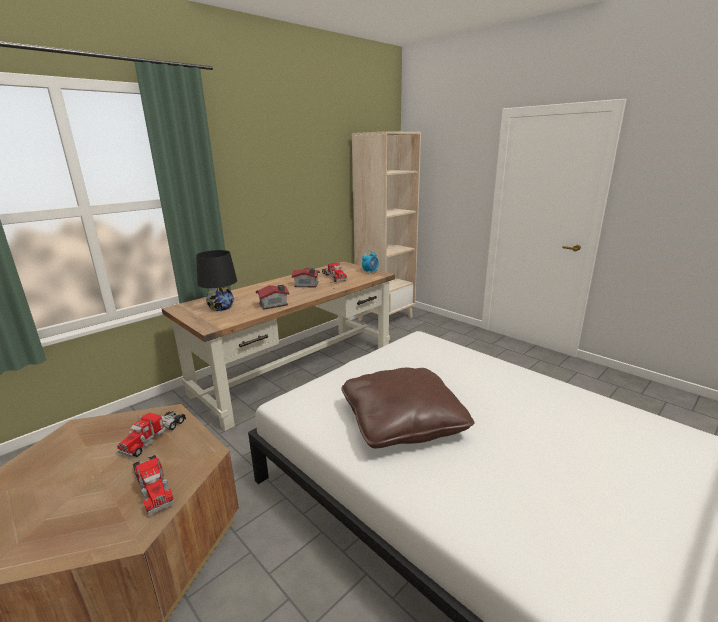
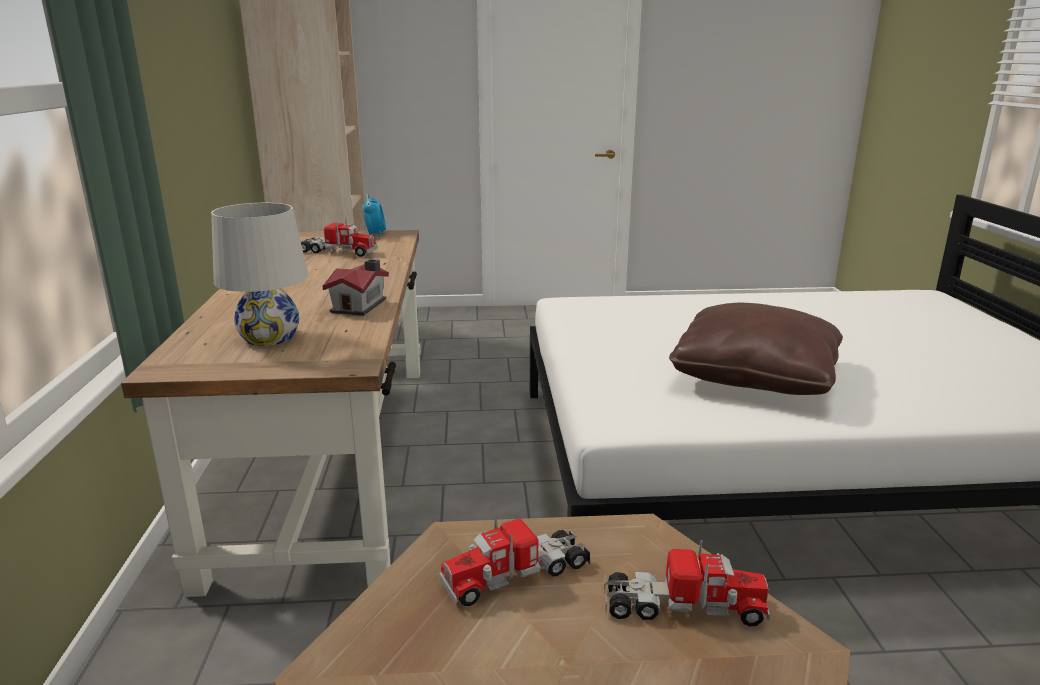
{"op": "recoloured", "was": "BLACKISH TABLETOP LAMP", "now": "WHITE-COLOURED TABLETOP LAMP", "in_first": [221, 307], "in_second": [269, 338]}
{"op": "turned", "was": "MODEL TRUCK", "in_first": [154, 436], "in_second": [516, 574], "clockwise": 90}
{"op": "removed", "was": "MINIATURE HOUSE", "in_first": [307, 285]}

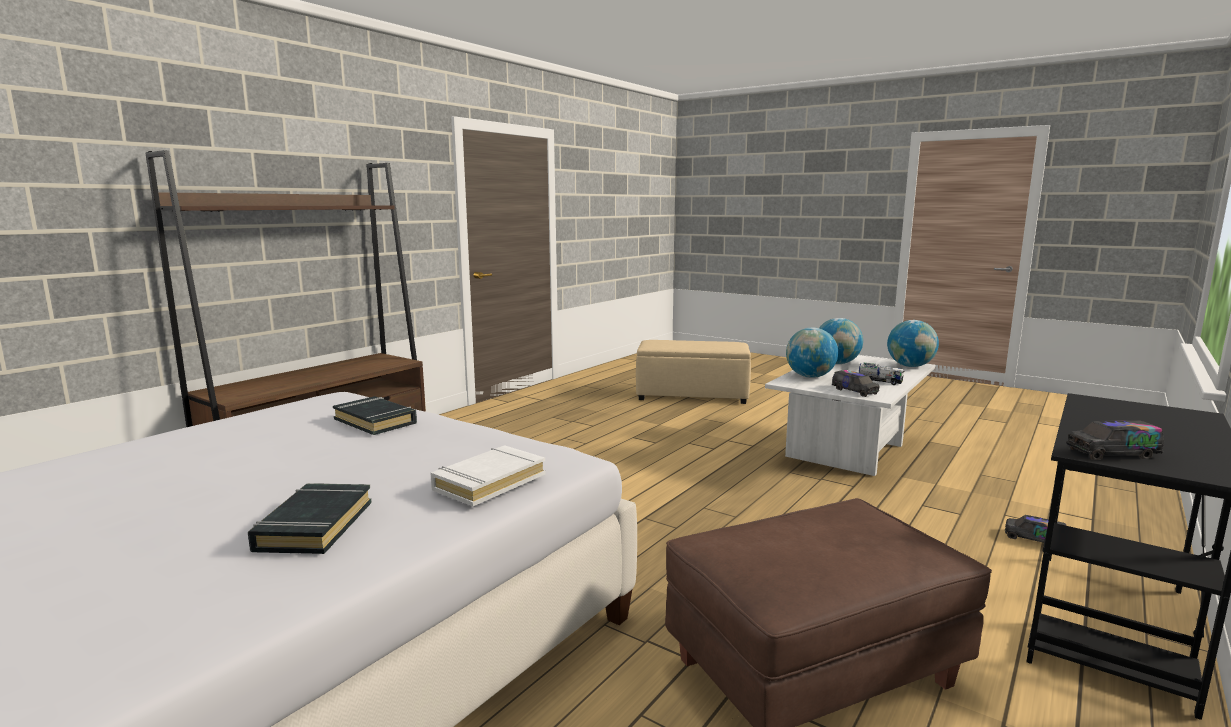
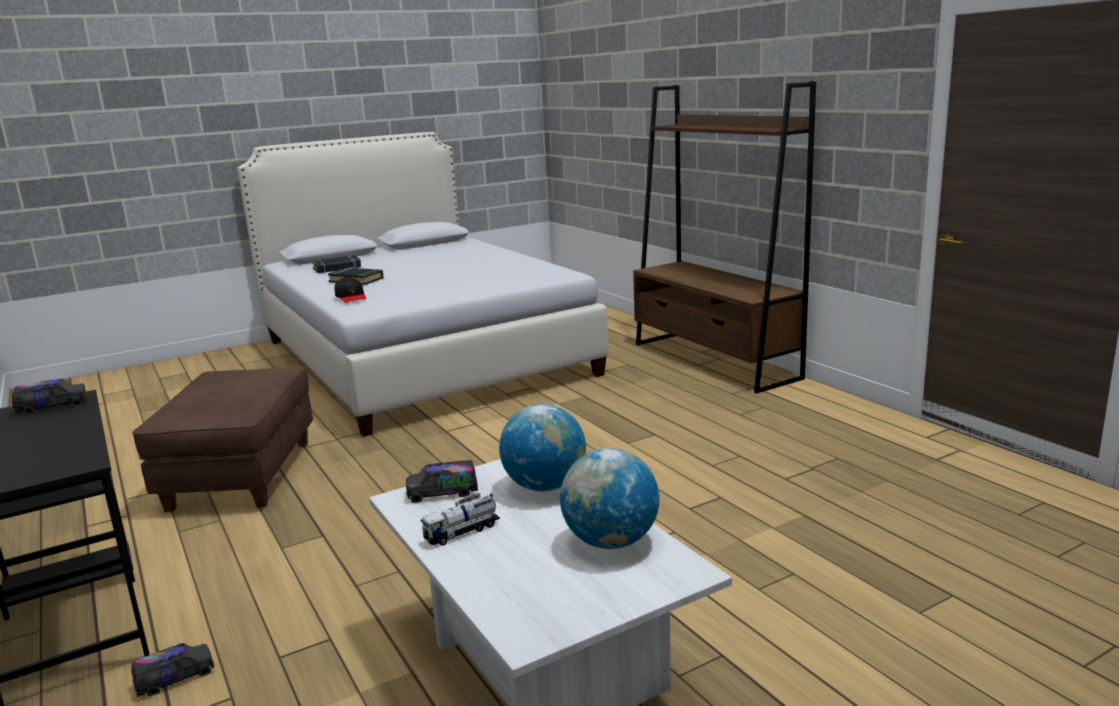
{"op": "turned", "was": "MODEL TRUCK", "in_first": [1112, 453], "in_second": [52, 406], "clockwise": 45}
{"op": "moved", "was": "BLACKISH BOOK", "in_first": [376, 421], "in_second": [337, 268]}
{"op": "replaced", "was": "WHITE-COLOURED BOOK", "now": "BLACKISH PEAKED CAP", "in_first": [489, 482], "in_second": [351, 297]}
{"op": "removed", "was": "SAND-COLOURED POUFFE", "in_first": [693, 395]}
{"op": "removed", "was": "DESK GLOBE", "in_first": [910, 366]}

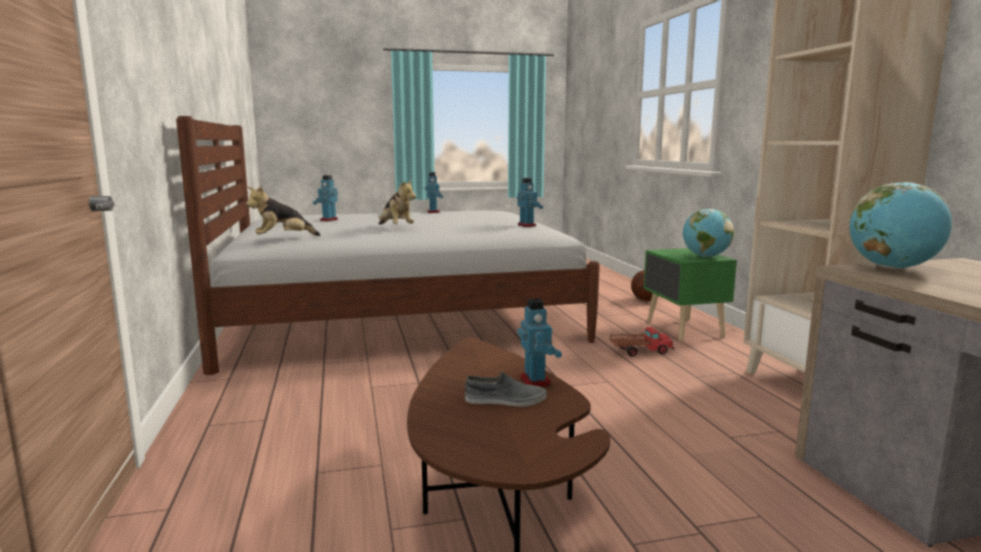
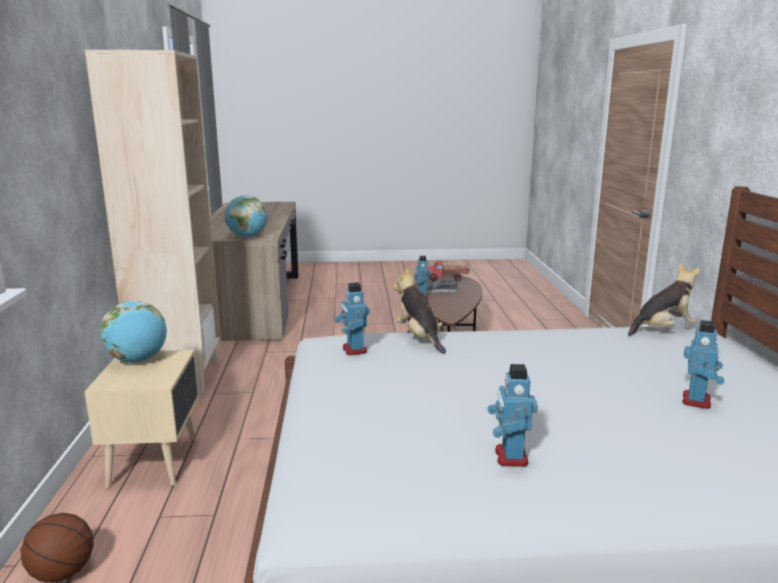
{"op": "recoloured", "was": "GREENISH NIGHTSTAND", "now": "SAND-COLOURED NIGHTSTAND", "in_first": [683, 330], "in_second": [156, 461]}
{"op": "moved", "was": "PLUSH TOY", "in_first": [396, 228], "in_second": [419, 338]}
{"op": "moved", "was": "MODEL TRUCK", "in_first": [639, 351], "in_second": [447, 278]}

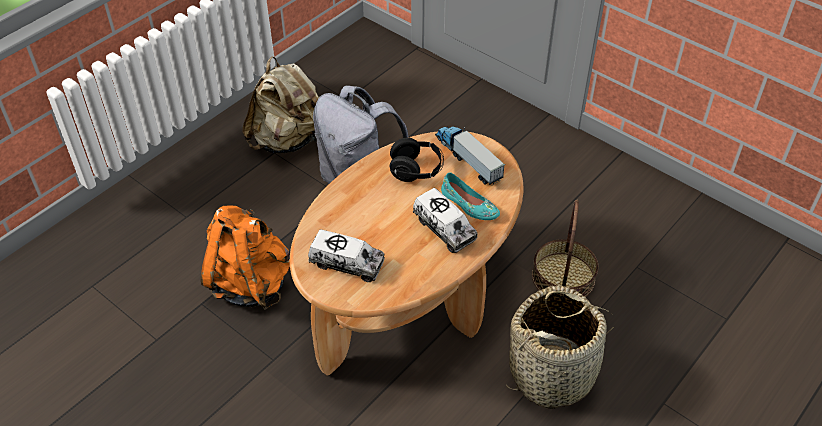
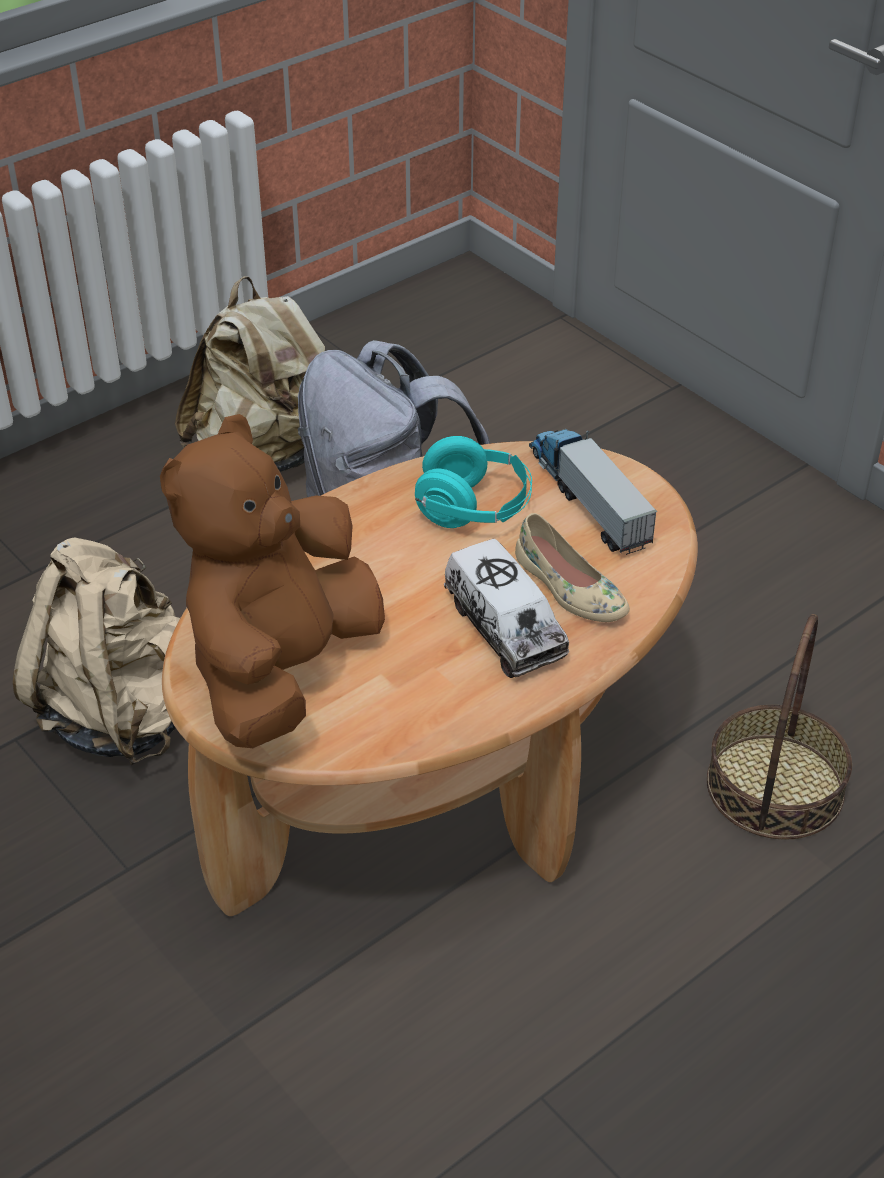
{"op": "recoloured", "was": "ORANGE BACKPACK", "now": "SAND-COLOURED BACKPACK", "in_first": [251, 283], "in_second": [122, 713]}
{"op": "replaced", "was": "MODEL TRUCK", "now": "BROWN PLUSH TOY", "in_first": [347, 263], "in_second": [281, 671]}
{"op": "recoloured", "was": "BLACKISH HEADPHONES", "now": "TURQUOISE HEADPHONES", "in_first": [416, 170], "in_second": [474, 509]}
{"op": "recoloured", "was": "TURQUOISE LOW SHOE", "now": "SAND-COLOURED LOW SHOE", "in_first": [469, 205], "in_second": [569, 588]}
{"op": "removed", "was": "BASKET", "in_first": [552, 373]}

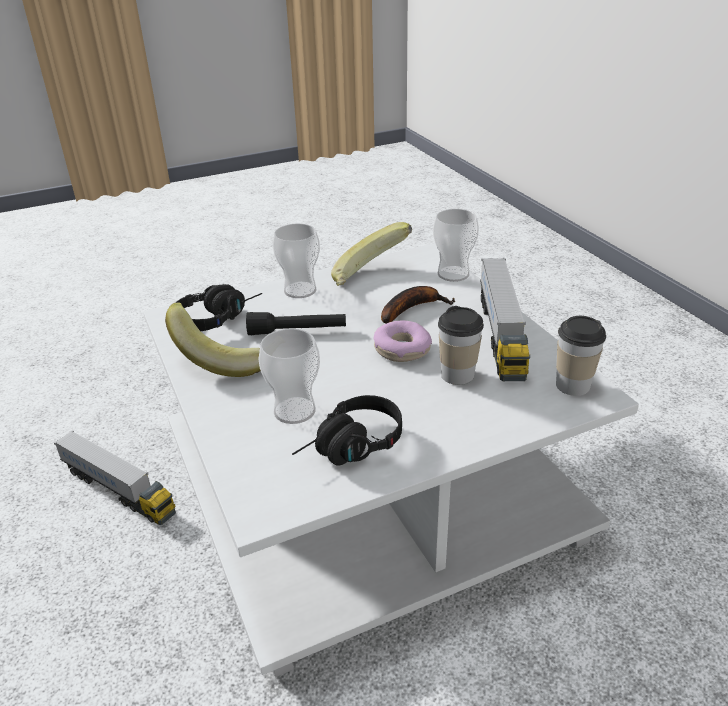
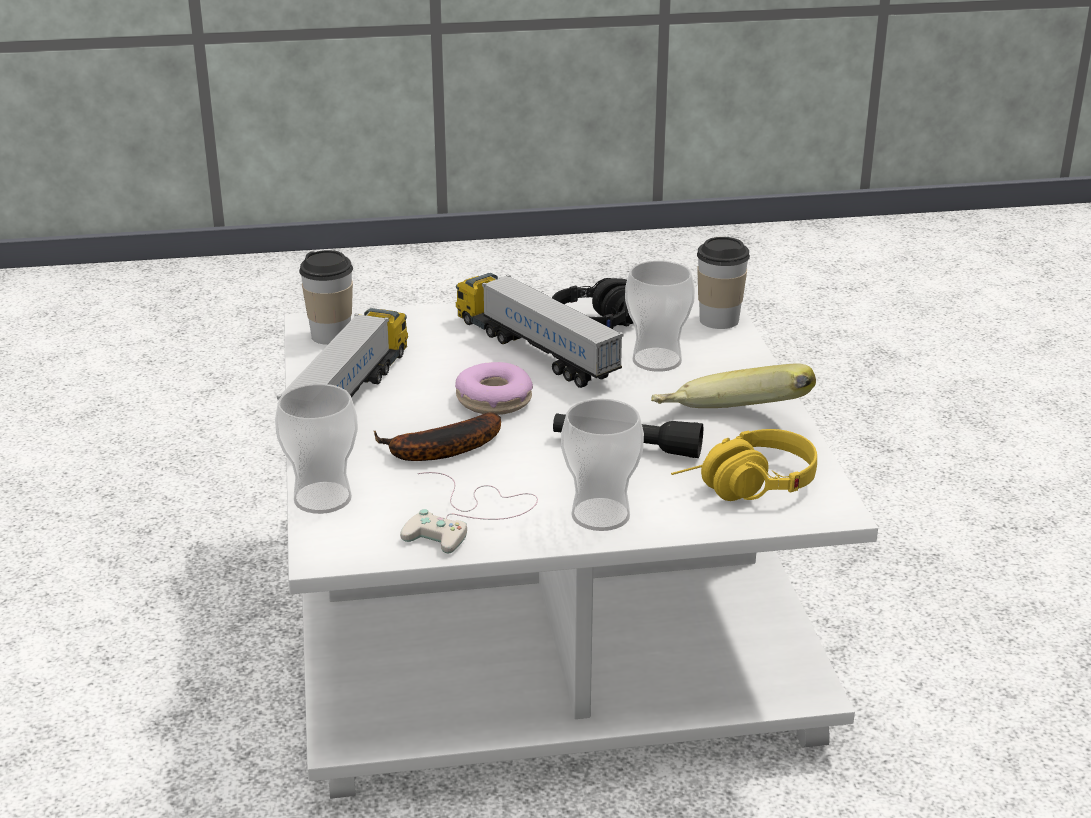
{"op": "replaced", "was": "BANANA", "now": "WHITE-COLOURED GAME CONTROLLER", "in_first": [370, 278], "in_second": [468, 516]}
{"op": "moved", "was": "MODEL TRUCK", "in_first": [118, 490], "in_second": [535, 351]}
{"op": "recoloured", "was": "BLACKISH HEADPHONES", "now": "YELLOW HEADPHONES", "in_first": [219, 318], "in_second": [745, 488]}
{"op": "moved", "was": "DRINKING CUP", "in_first": [457, 375], "in_second": [719, 320]}

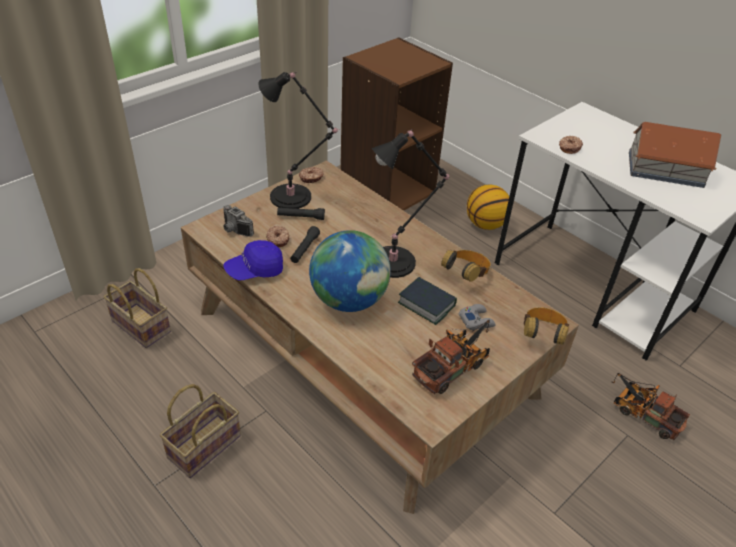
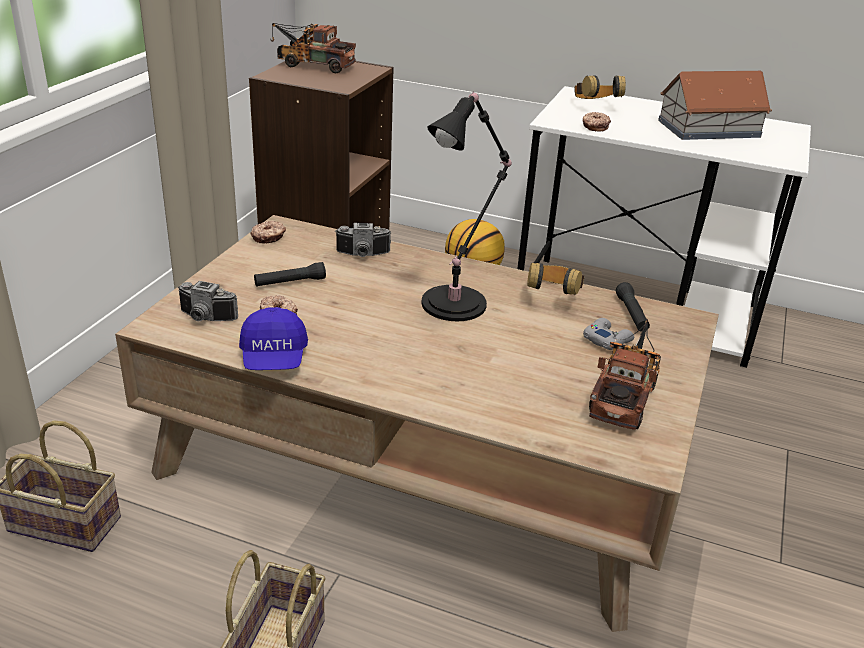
{"op": "turned", "was": "BLUE PEAKED CAP", "in_first": [255, 270], "in_second": [274, 358], "clockwise": -45}
{"op": "moved", "was": "MODEL TRUCK", "in_first": [642, 413], "in_second": [311, 65]}
{"op": "added", "now": "PHOTO CAMERA", "in_second": [362, 255]}
{"op": "moved", "was": "HEADPHONES", "in_first": [542, 335], "in_second": [595, 105]}
{"op": "moved", "was": "BLACKISH FLASHLIGHT", "in_first": [304, 249], "in_second": [631, 314]}
{"op": "removed", "was": "BLACKISH TABLETOP LAMP", "in_first": [294, 198]}
{"op": "removed", "was": "DESK GLOBE", "in_first": [349, 300]}
{"op": "removed", "was": "BOOK", "in_first": [426, 304]}

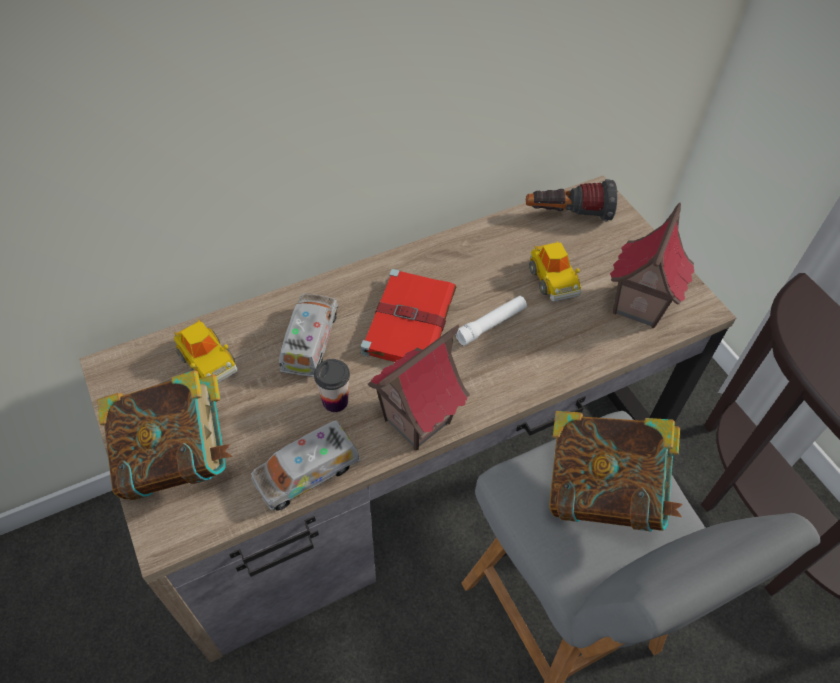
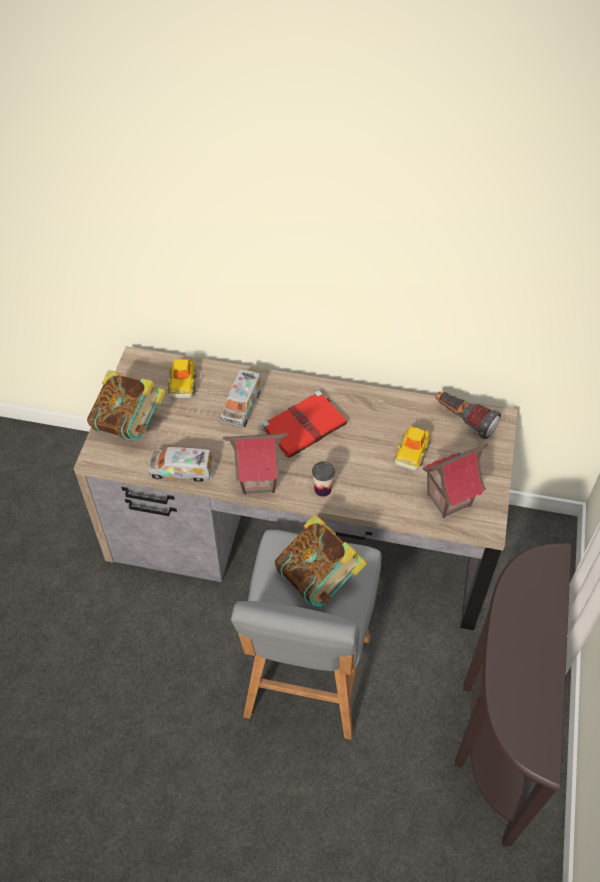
{"op": "turned", "was": "MODEL TRUCK", "in_first": [310, 341], "in_second": [242, 405], "clockwise": 150}
{"op": "moved", "was": "DRINKING CUP", "in_first": [335, 401], "in_second": [322, 489]}
{"op": "removed", "was": "WHITE-COLOURED FLASHLIGHT", "in_first": [491, 324]}

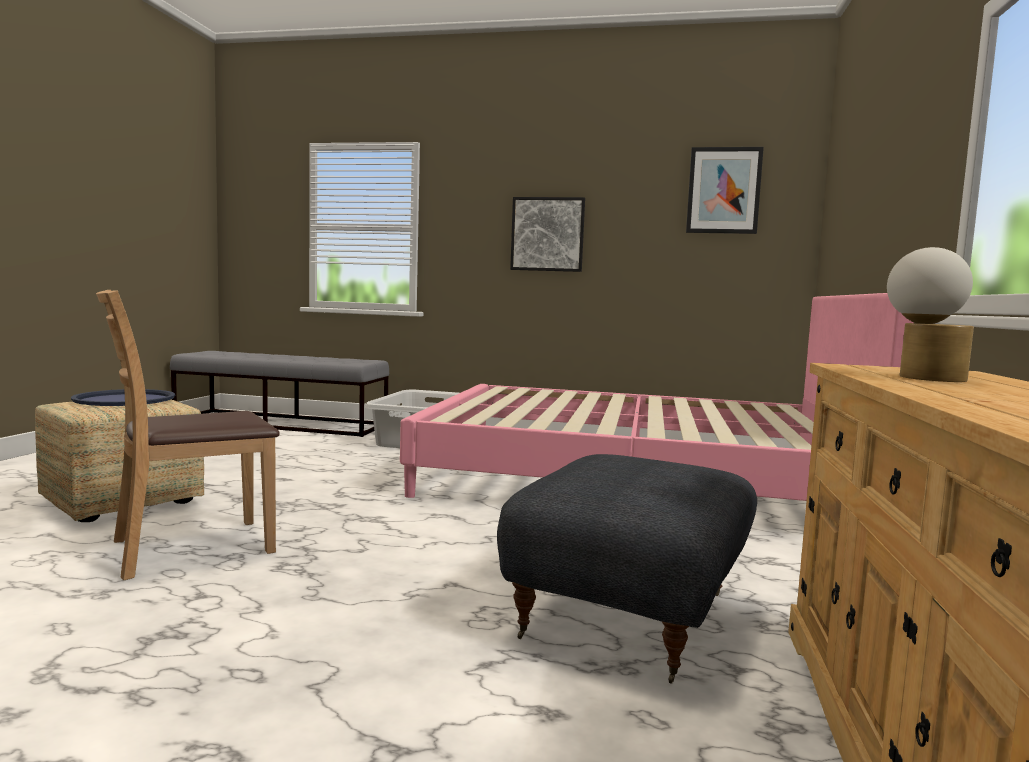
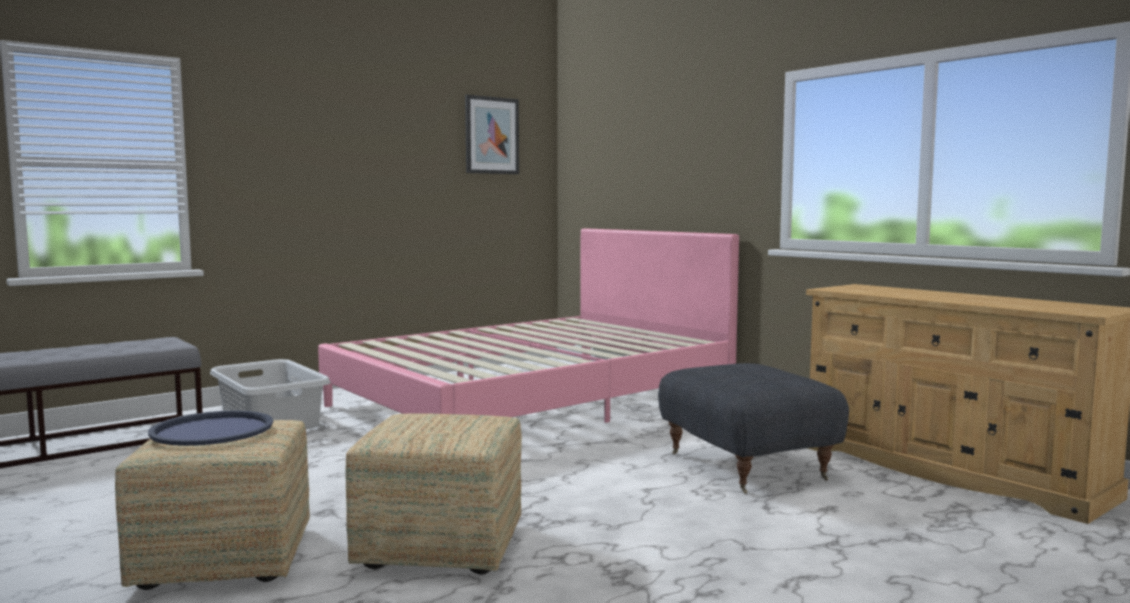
{"op": "replaced", "was": "BROWN PLAIN CHAIR", "now": "POUFFE", "in_first": [191, 547], "in_second": [438, 547]}
{"op": "removed", "was": "WALL ART", "in_first": [547, 234]}
{"op": "removed", "was": "TABLETOP LAMP", "in_first": [922, 377]}

